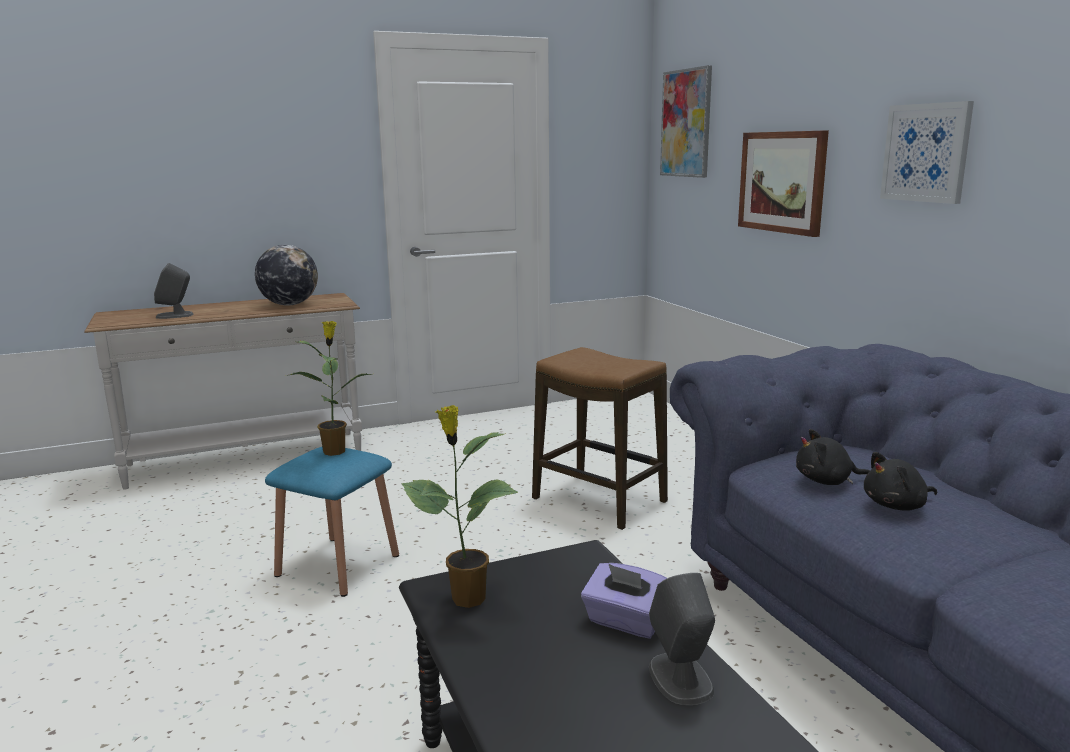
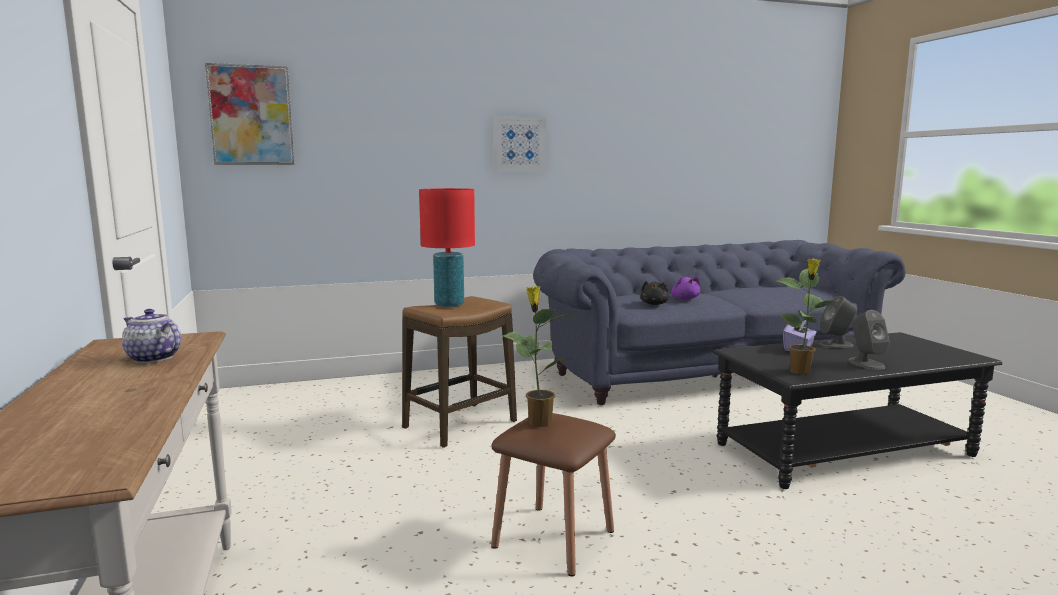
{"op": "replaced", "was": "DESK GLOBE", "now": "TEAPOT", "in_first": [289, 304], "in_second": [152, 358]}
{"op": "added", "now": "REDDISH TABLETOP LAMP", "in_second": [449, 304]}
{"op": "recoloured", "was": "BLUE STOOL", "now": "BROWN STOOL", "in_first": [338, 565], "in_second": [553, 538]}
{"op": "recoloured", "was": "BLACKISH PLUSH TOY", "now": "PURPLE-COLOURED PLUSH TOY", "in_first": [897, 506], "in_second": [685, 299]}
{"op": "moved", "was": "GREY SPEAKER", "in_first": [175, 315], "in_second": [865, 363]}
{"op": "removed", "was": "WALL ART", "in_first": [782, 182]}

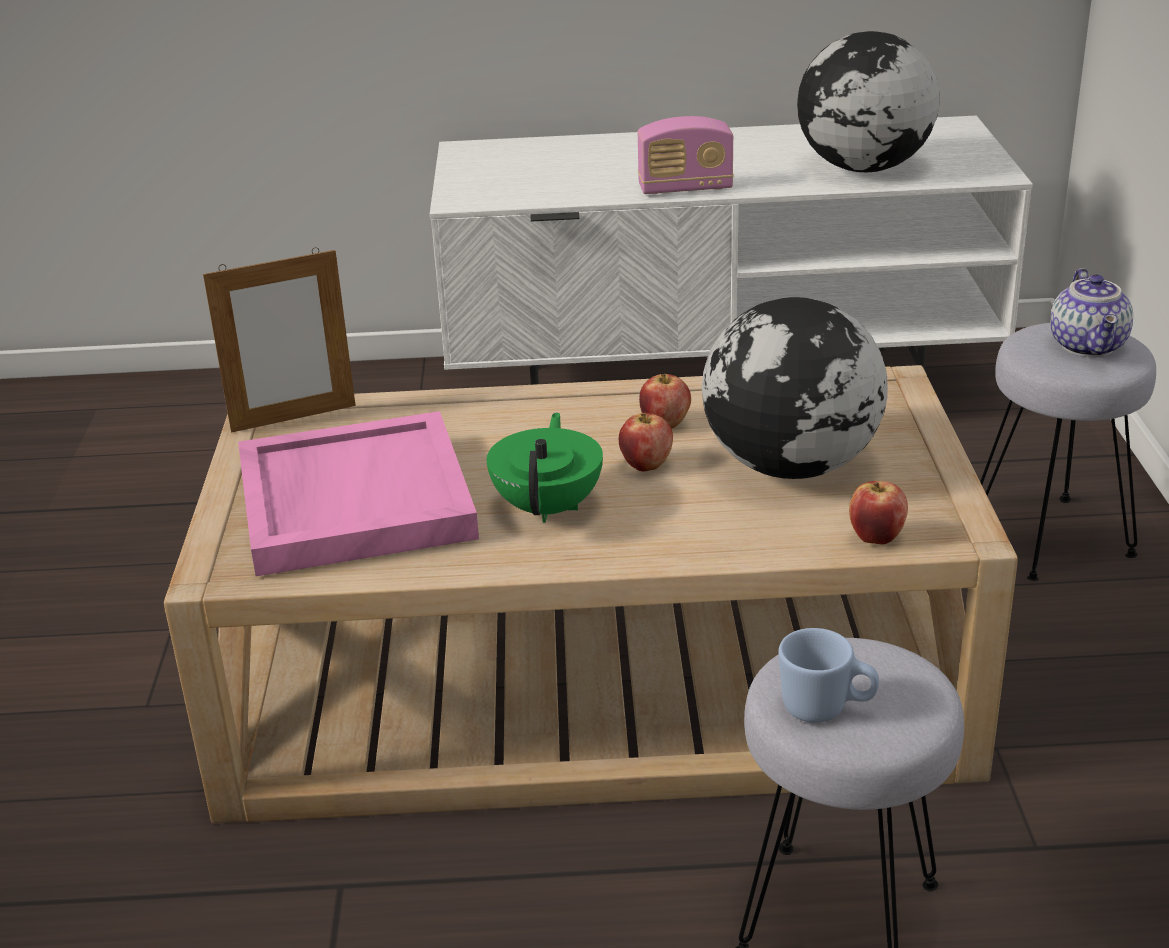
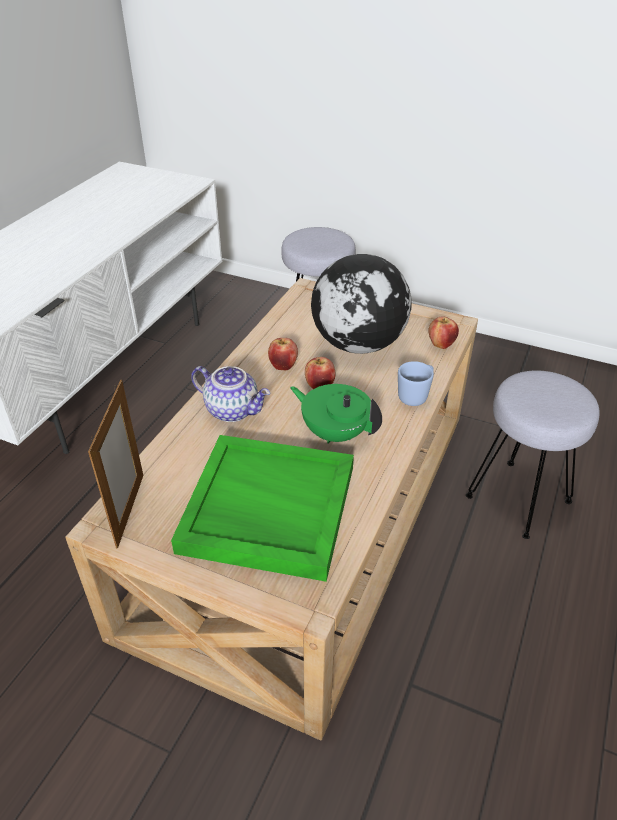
{"op": "recoloured", "was": "PINK CARRYING TRAY", "now": "GREENISH CARRYING TRAY", "in_first": [353, 500], "in_second": [267, 509]}
{"op": "moved", "was": "TEAPOT", "in_first": [1089, 346], "in_second": [233, 410]}
{"op": "moved", "was": "BLUE TEA MUG", "in_first": [826, 709], "in_second": [416, 396]}
{"op": "removed", "was": "RADIO RECEIVER", "in_first": [685, 188]}
{"op": "removed", "was": "DESK GLOBE", "in_first": [862, 169]}

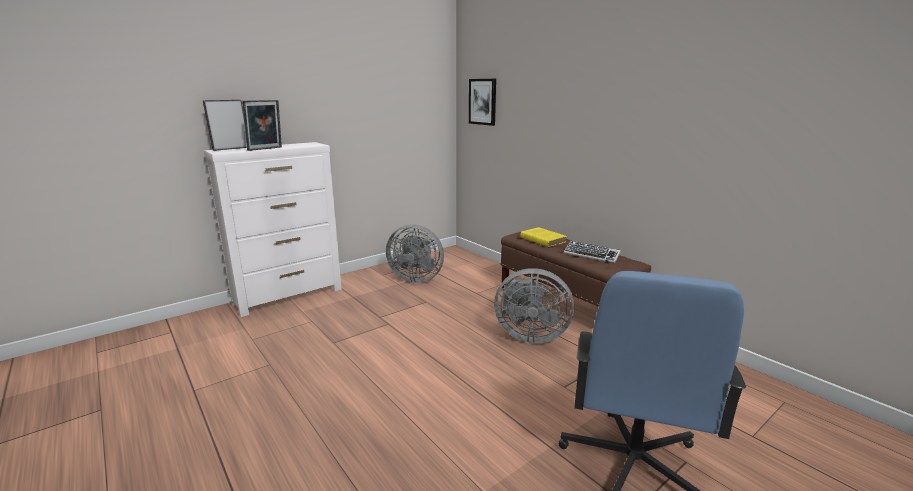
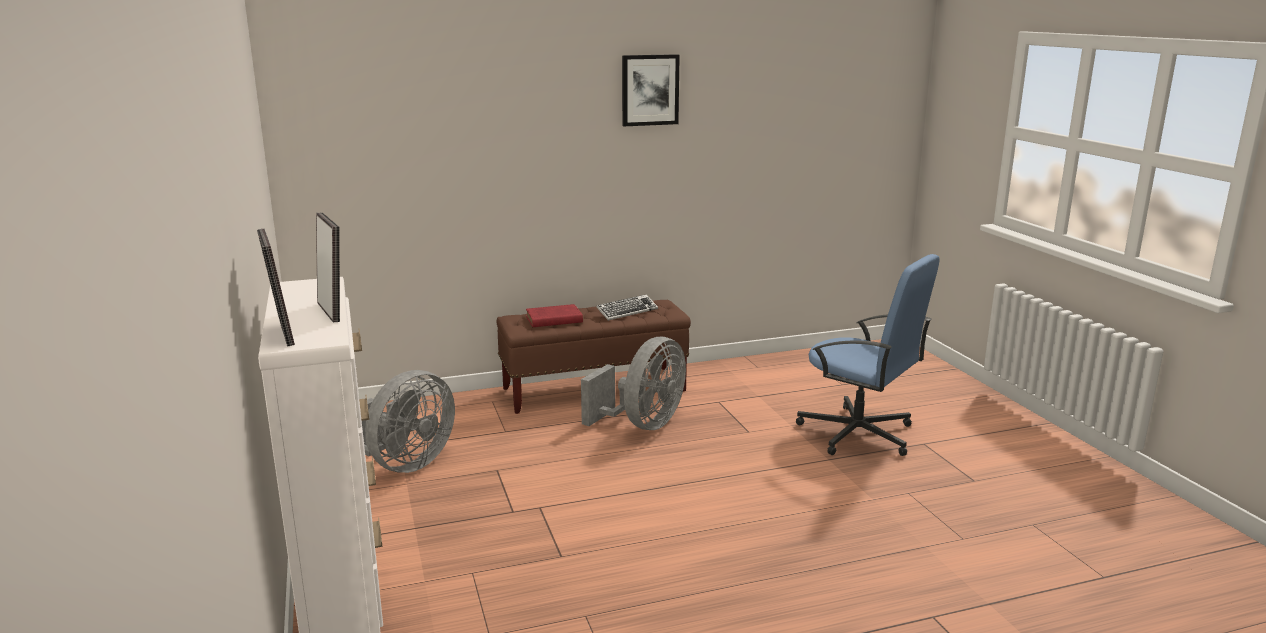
{"op": "recoloured", "was": "YELLOW BOOK", "now": "REDDISH BOOK", "in_first": [542, 239], "in_second": [552, 320]}
{"op": "moved", "was": "WALL ART", "in_first": [483, 101], "in_second": [650, 90]}

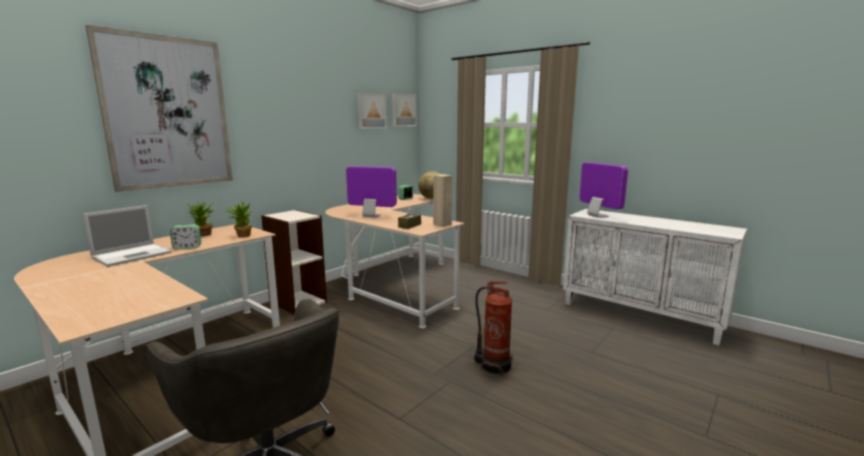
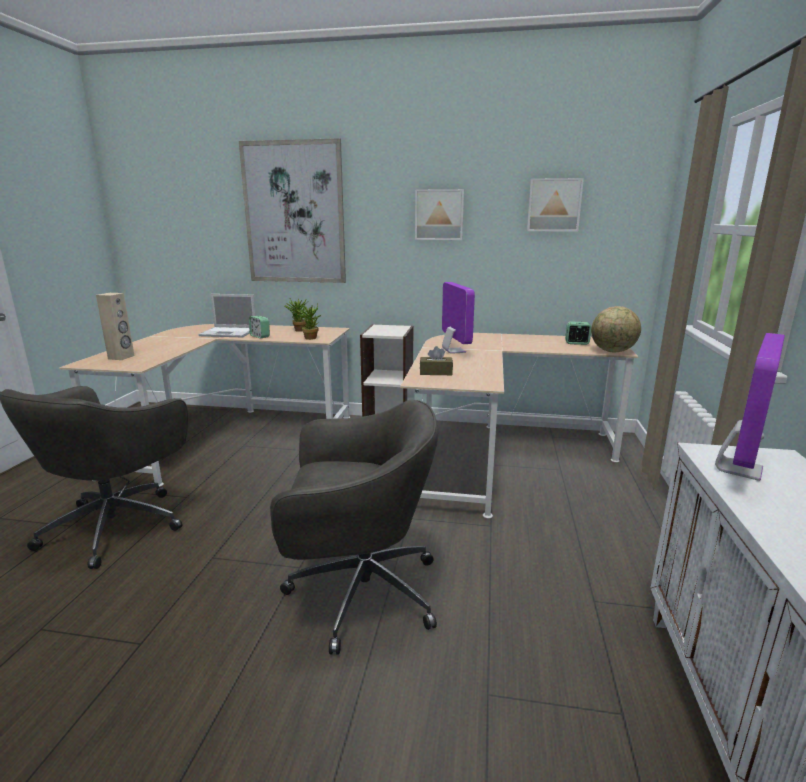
{"op": "moved", "was": "SAND-COLOURED SPEAKER", "in_first": [442, 224], "in_second": [121, 357]}
{"op": "replaced", "was": "FIRE EXTINGUISHER", "now": "GREY COMPUTER CHAIR", "in_first": [494, 365], "in_second": [359, 592]}
{"op": "moved", "was": "WALL ART", "in_first": [403, 110], "in_second": [439, 215]}

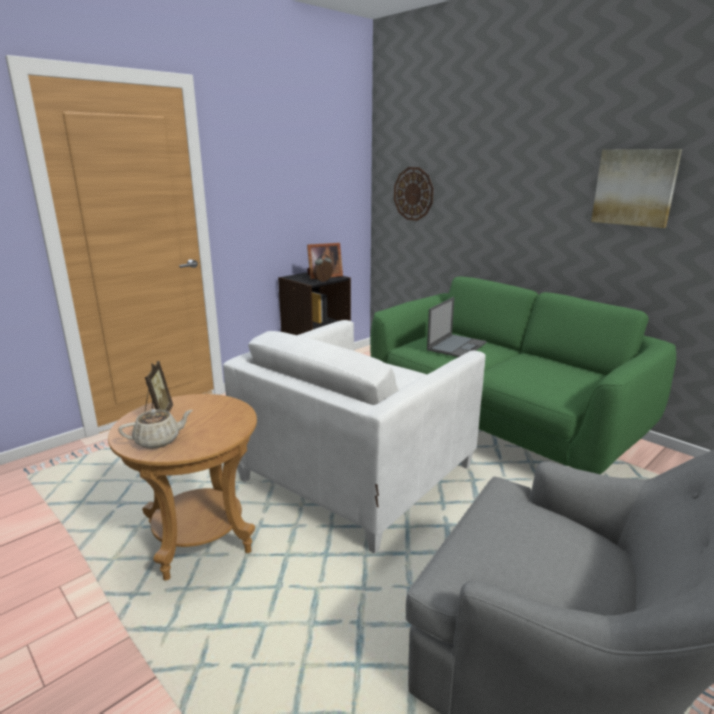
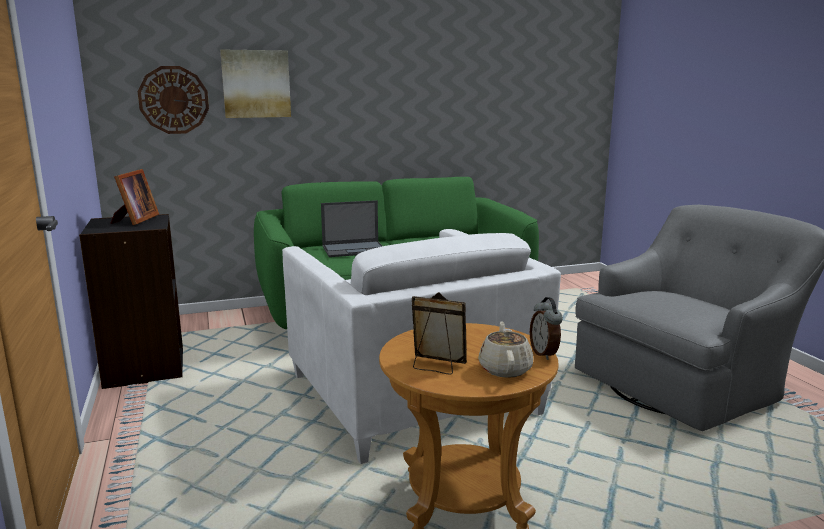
{"op": "moved", "was": "WALL ART", "in_first": [635, 187], "in_second": [256, 84]}
{"op": "turned", "was": "NOTEBOOK COMPUTER", "in_first": [457, 346], "in_second": [355, 249], "clockwise": 105}
{"op": "moved", "was": "TABLE CLOCK", "in_first": [323, 281], "in_second": [544, 354]}

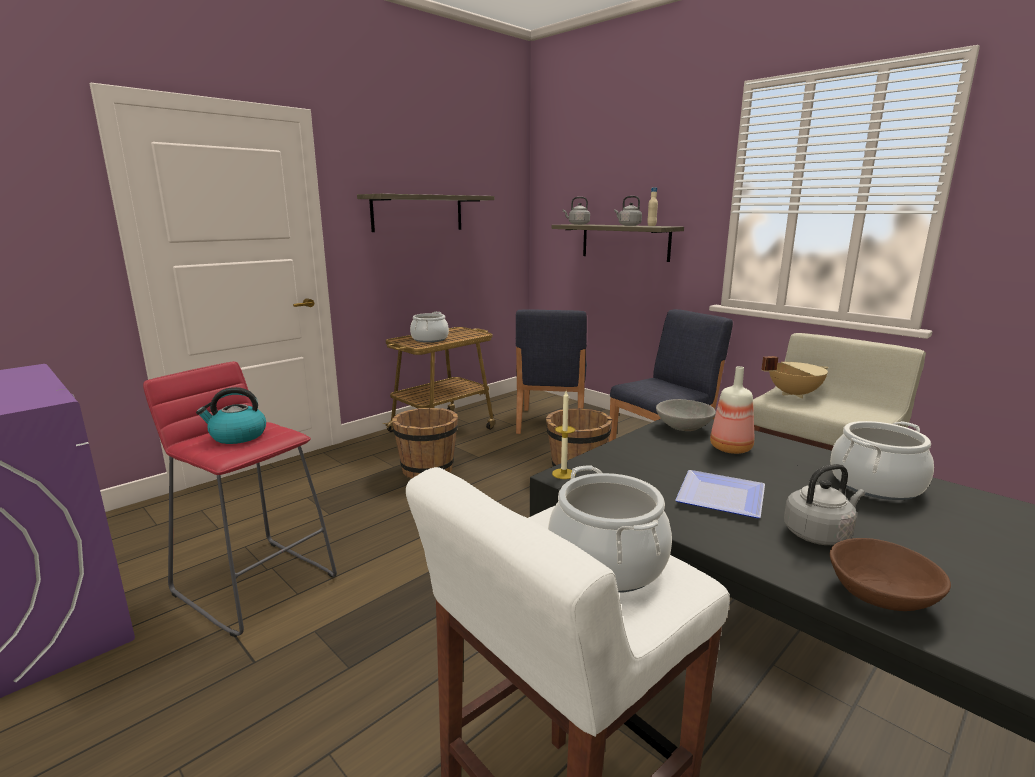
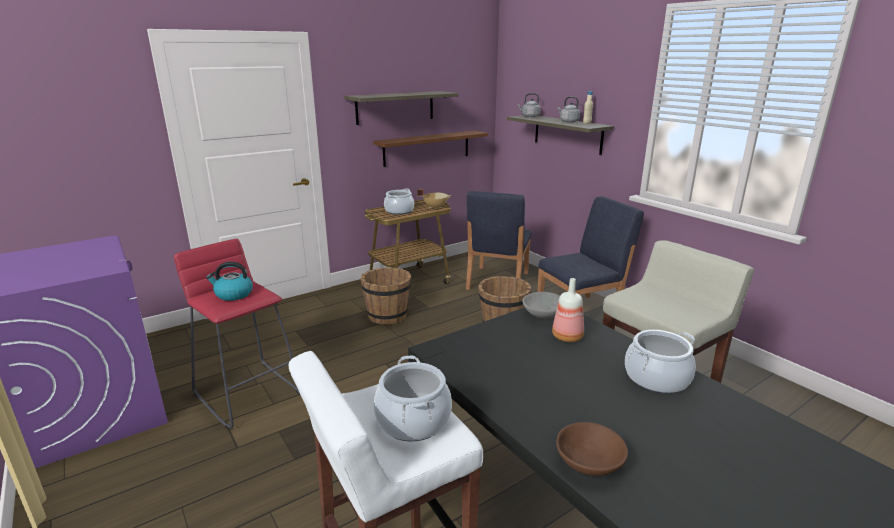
{"op": "added", "now": "BROWN WALL SHELF", "in_second": [427, 148]}
{"op": "moved", "was": "SAND-COLOURED COOKING POT", "in_first": [792, 394], "in_second": [435, 207]}
{"op": "removed", "was": "WAX LIGHT", "in_first": [563, 474]}
{"op": "removed", "was": "DINNER PLATE", "in_first": [724, 496]}
{"op": "removed", "was": "GREY TEA KETTLE", "in_first": [819, 534]}

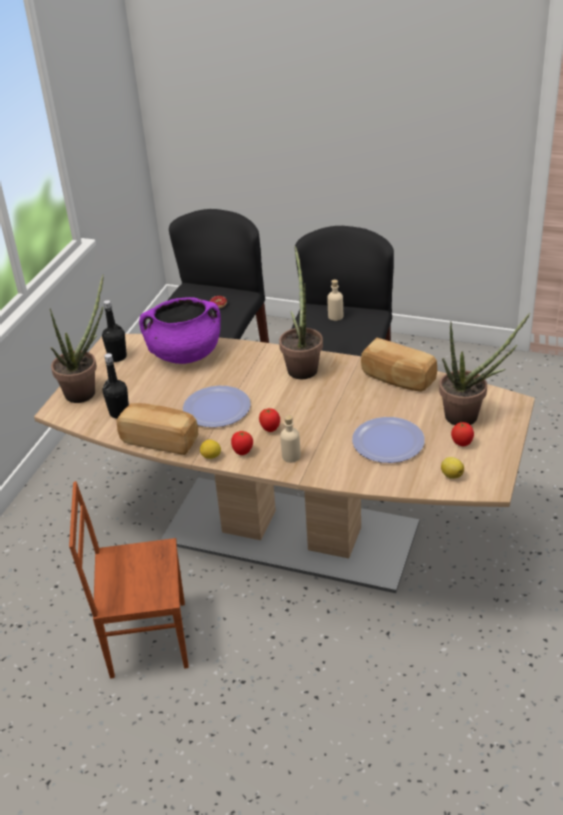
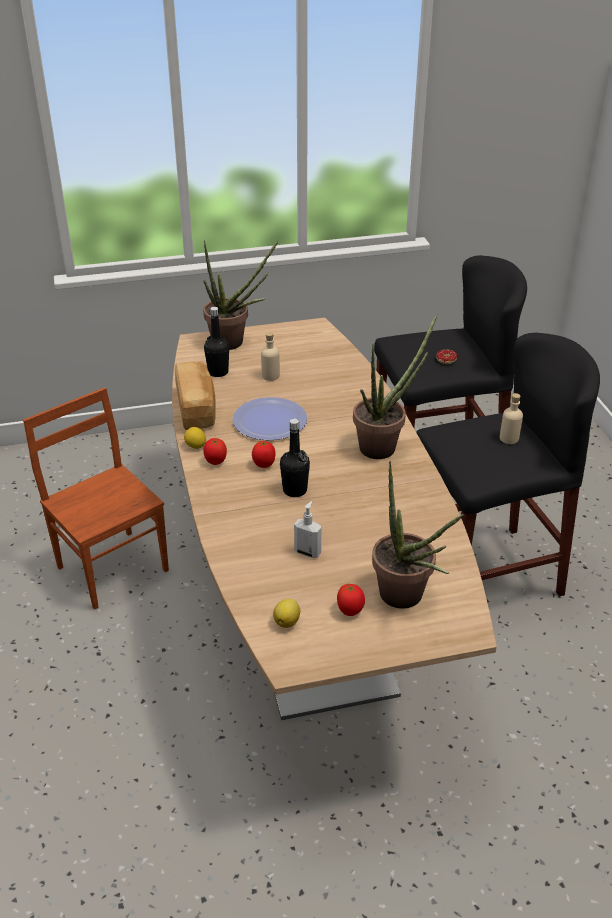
{"op": "moved", "was": "SAND-COLOURED BOTTLE", "in_first": [291, 456], "in_second": [270, 376]}
{"op": "moved", "was": "BLACKISH BOTTLE", "in_first": [117, 357], "in_second": [295, 490]}
{"op": "replaced", "was": "DINNER PLATE", "now": "LIQUID SOAP BOTTLE", "in_first": [388, 442], "in_second": [308, 552]}
{"op": "removed", "was": "PURPLE-COLOURED COOKING POT", "in_first": [185, 354]}
{"op": "removed", "was": "BAKED BREAD", "in_first": [397, 379]}

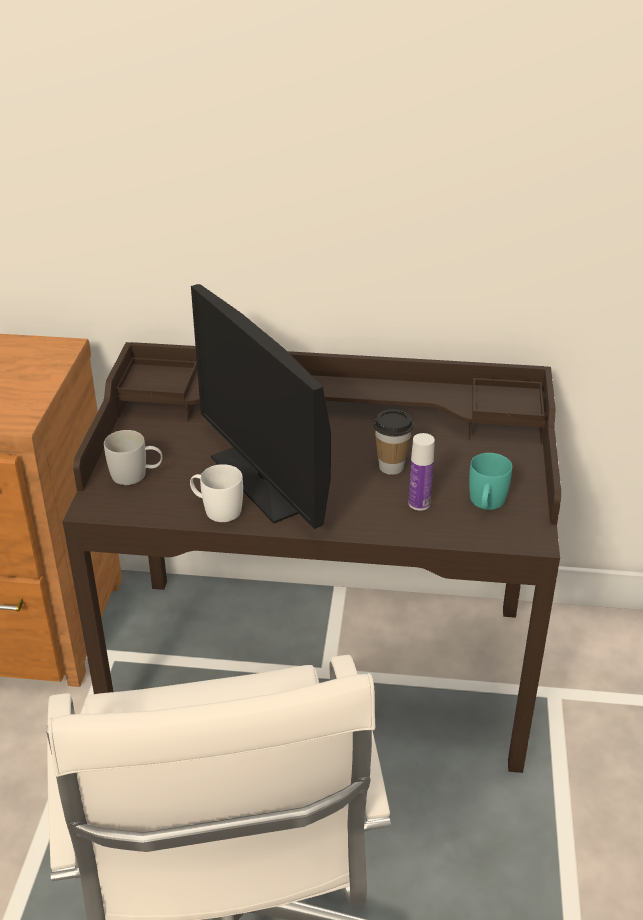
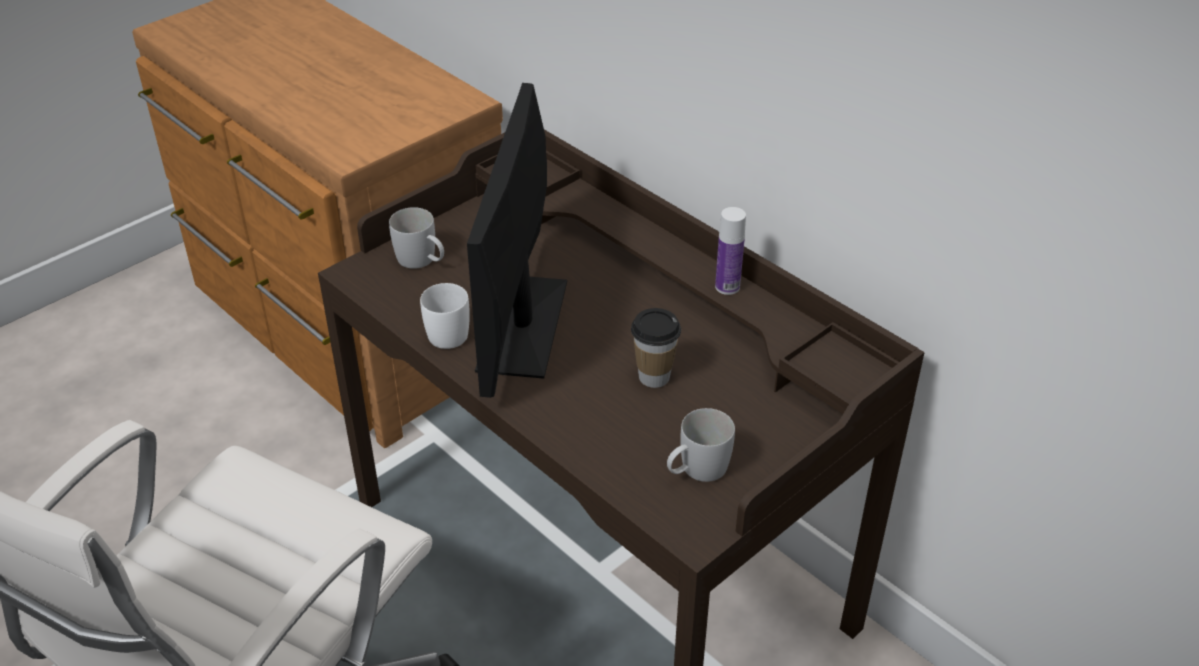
{"op": "recoloured", "was": "TURQUOISE TEA MUG", "now": "WHITE-COLOURED TEA MUG", "in_first": [486, 504], "in_second": [696, 470]}
{"op": "moved", "was": "BOTTLE", "in_first": [419, 503], "in_second": [727, 287]}

